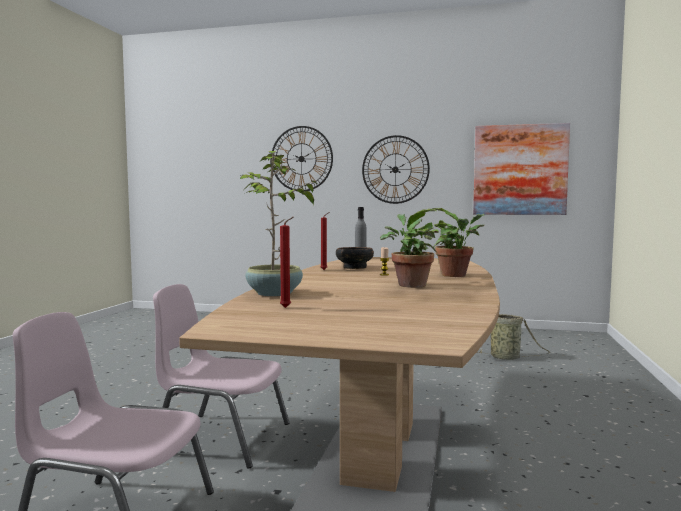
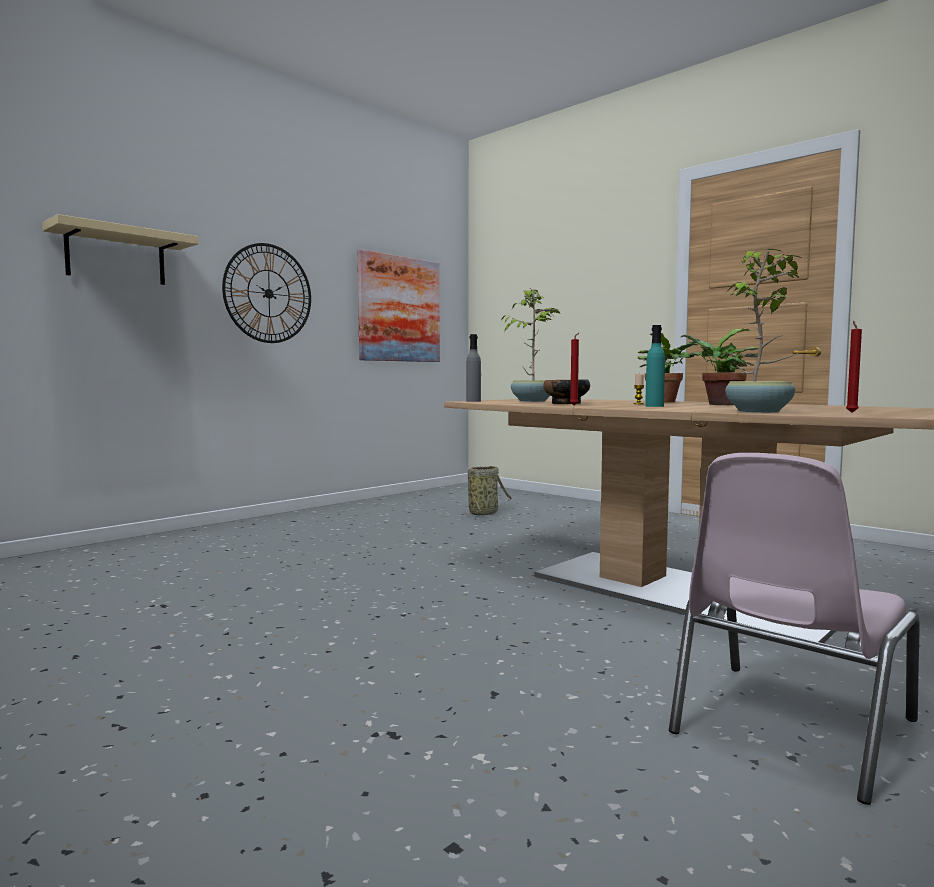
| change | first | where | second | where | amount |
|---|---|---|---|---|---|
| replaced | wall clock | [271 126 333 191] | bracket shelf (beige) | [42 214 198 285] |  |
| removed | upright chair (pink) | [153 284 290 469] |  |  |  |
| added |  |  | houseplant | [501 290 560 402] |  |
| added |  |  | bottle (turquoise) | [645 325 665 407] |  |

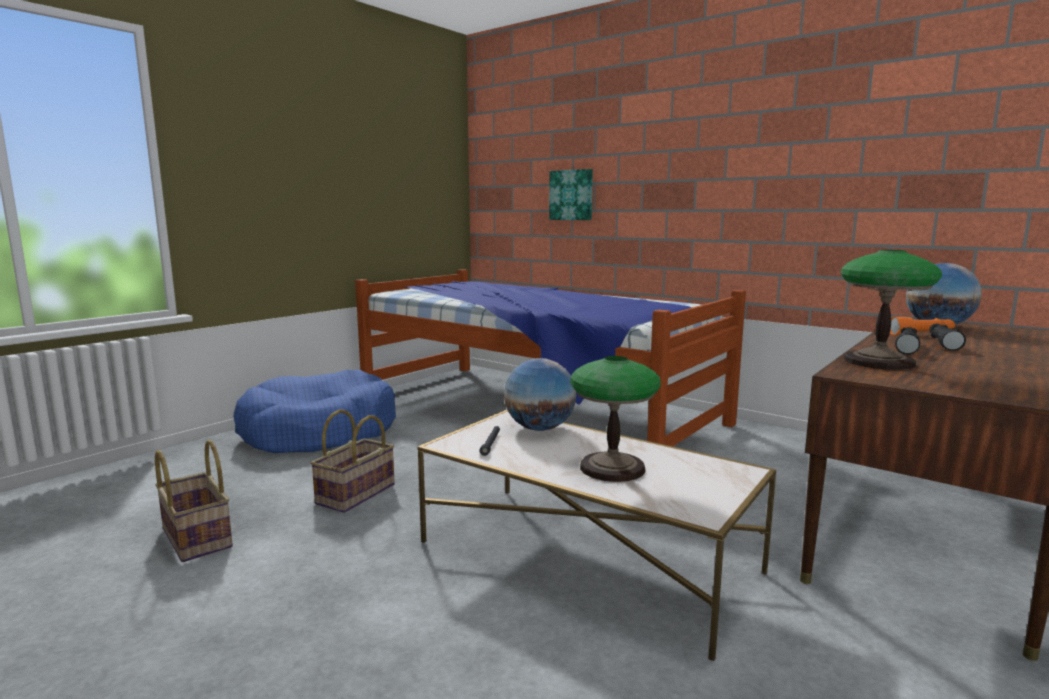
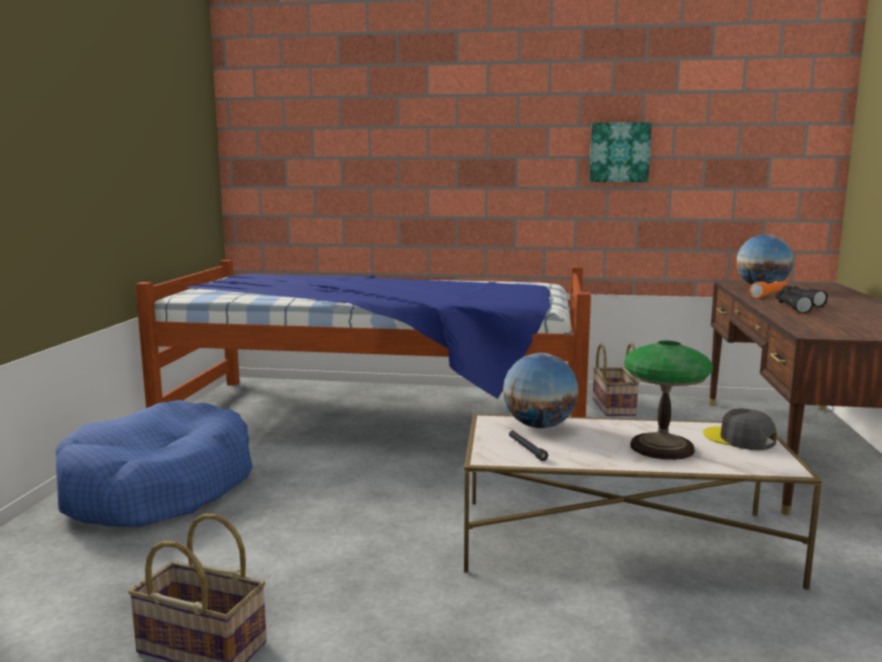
| change | first | where | second | where | amount |
|---|---|---|---|---|---|
| moved | wall art | [549 169 593 220] |  | [589 122 652 182] |  |
| removed | table lamp | [841 250 942 370] |  |  |  |
| moved | storage basket | [310 409 395 513] |  | [593 343 639 416] |  |
| added |  |  | cap (grey) | [703 408 777 450] |  |

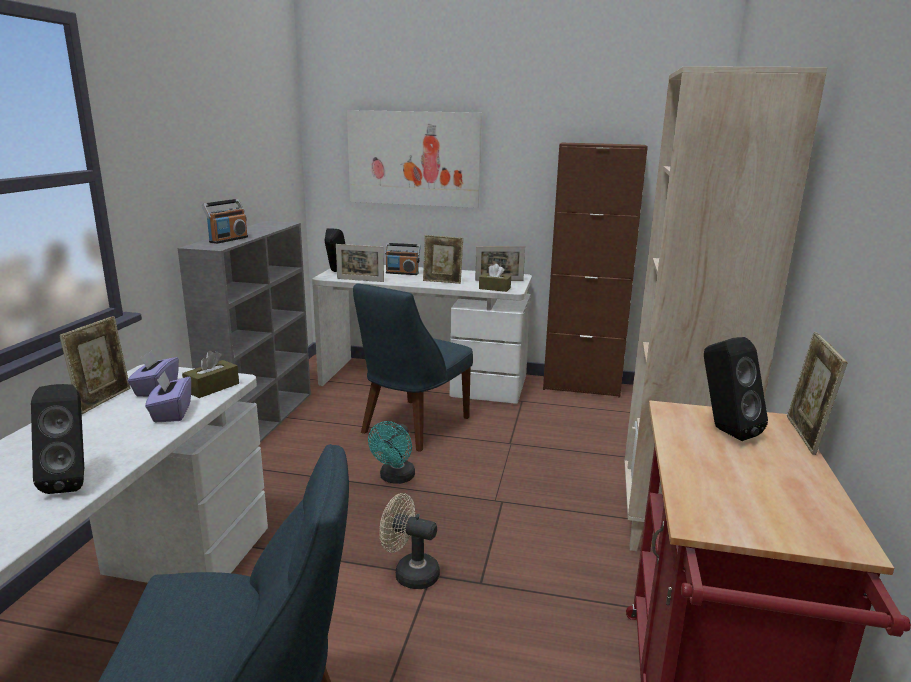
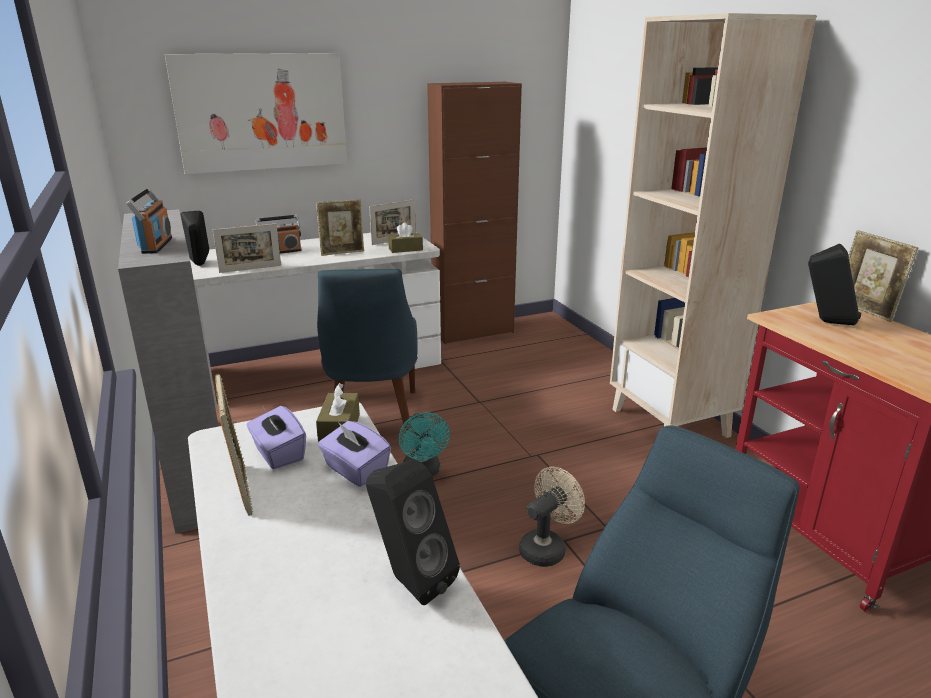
| change | first | where | second | where | amount |
|---|---|---|---|---|---|
| turned | fan (beige) | [380 493 440 589] |  | [519 467 585 567] | 150 degrees clockwise |

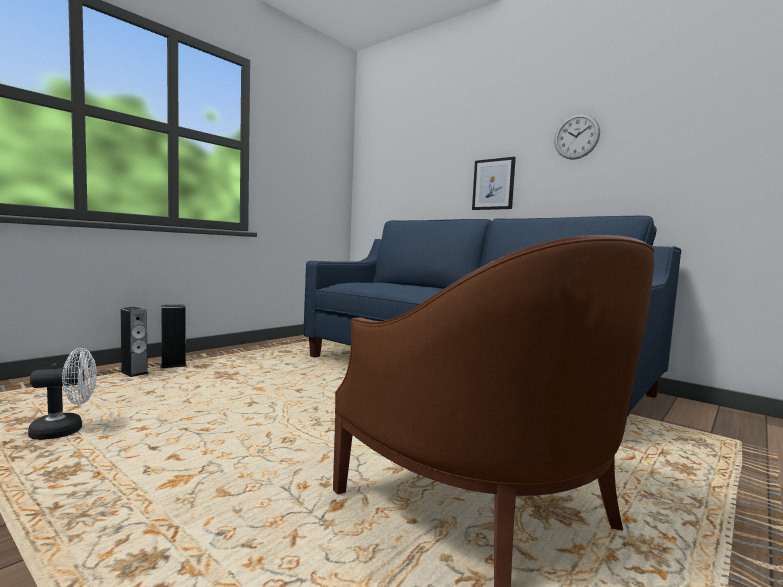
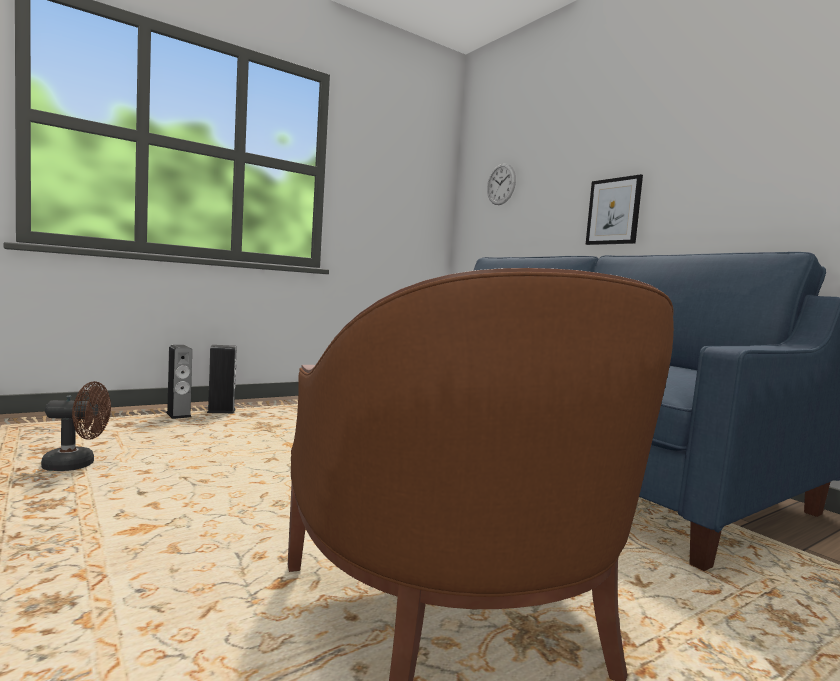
| change | first | where | second | where | amount |
|---|---|---|---|---|---|
| moved | wall clock | [554 114 600 160] |  | [487 163 516 205] |  |
| recoloured | fan (white) | [28 348 97 440] | fan (brownish) | [41 381 111 471] |  |

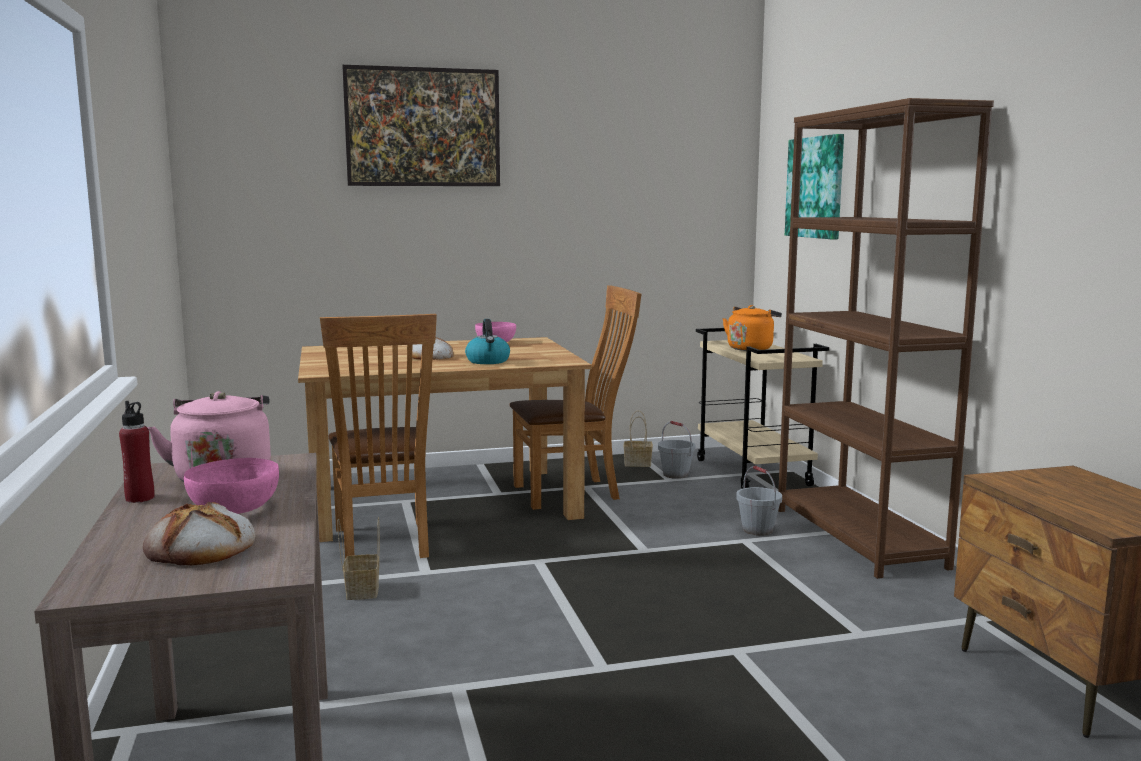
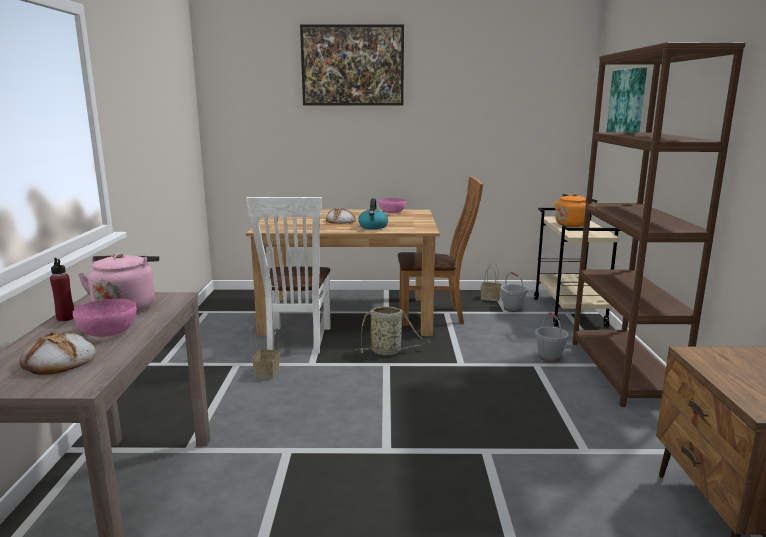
| change | first | where | second | where | amount |
|---|---|---|---|---|---|
| recoloured | upright chair (brownish) | [320 314 437 559] | upright chair (white) | [246 197 331 354] |  |
| added |  |  | storage basket | [355 306 430 355] |  |

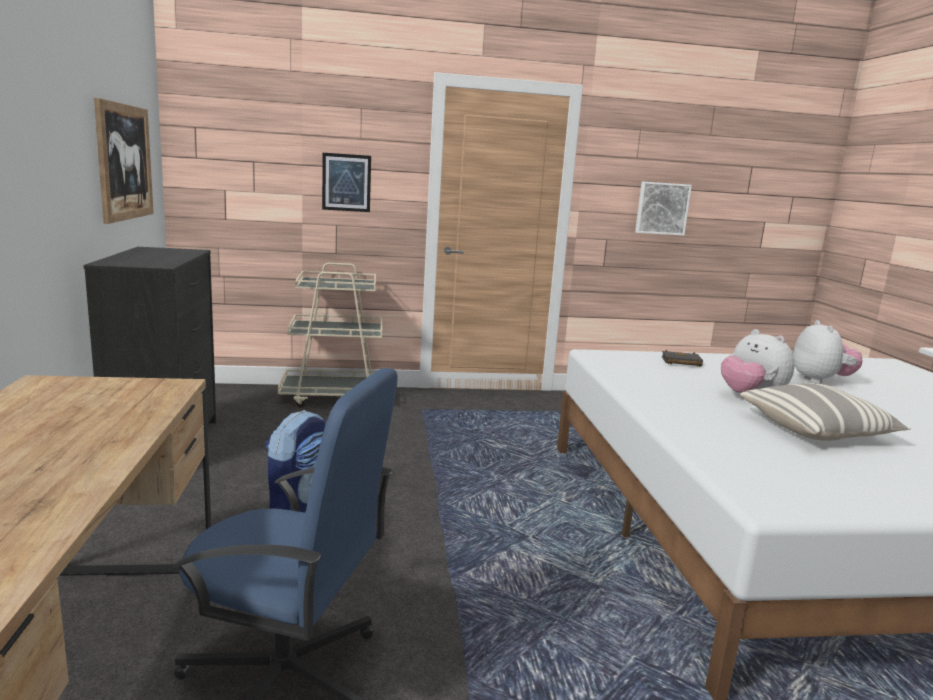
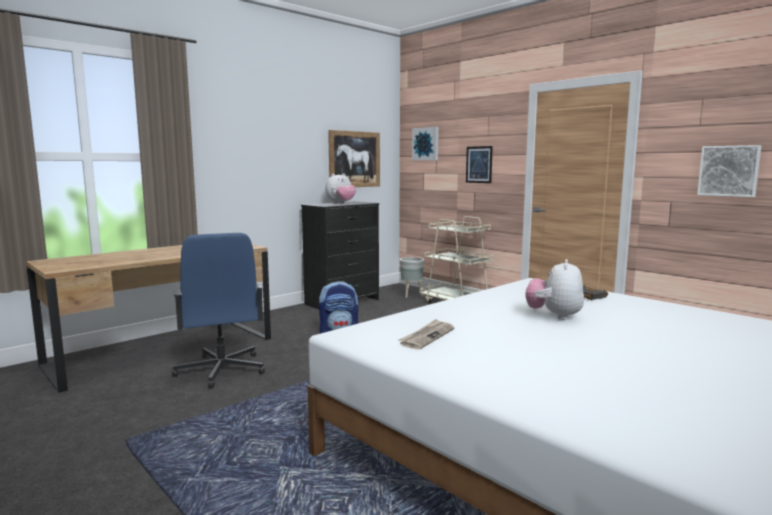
| change | first | where | second | where | amount |
|---|---|---|---|---|---|
| moved | cuddly toy | [793 320 862 384] |  | [325 173 356 204] |  |
| removed | throw pillow | [740 383 911 441] |  |  |  |
| added |  |  | wall art | [412 127 439 160] |  |
| added |  |  | planter (grey) | [400 257 424 298] |  |
| added |  |  | daily paper | [398 319 455 350] |  |

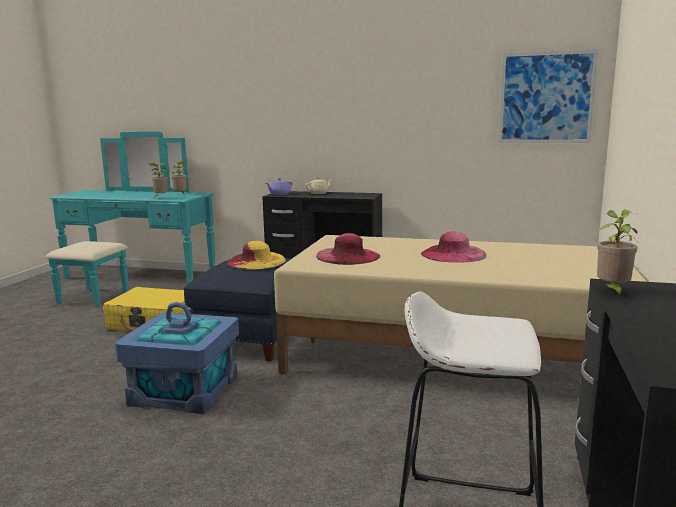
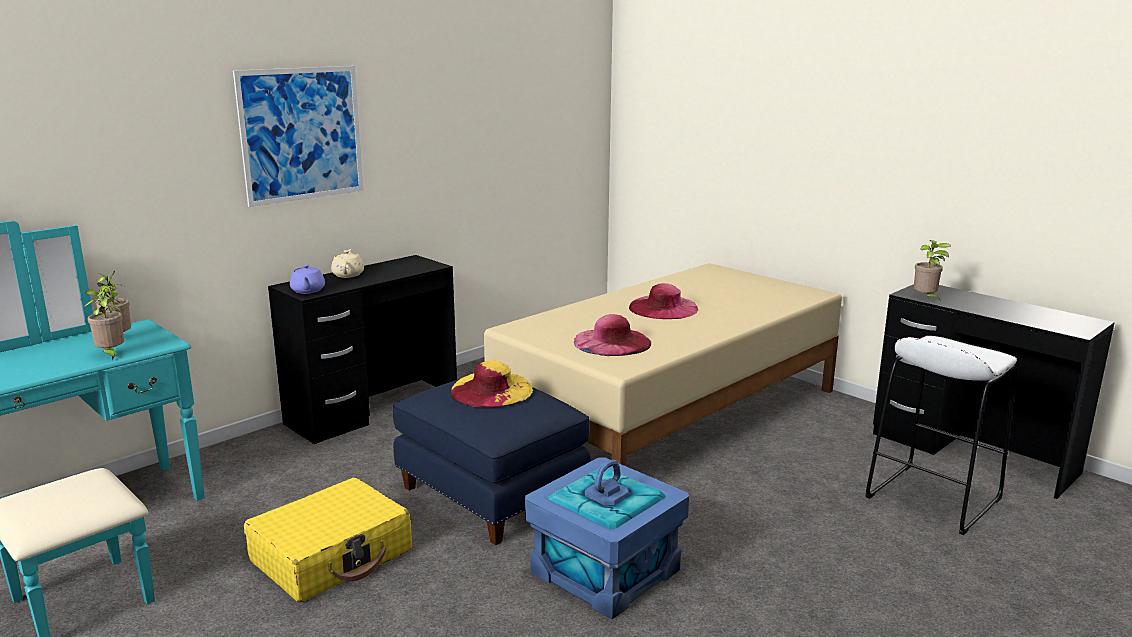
| change | first | where | second | where | amount |
|---|---|---|---|---|---|
| moved | wall art | [498 49 599 143] |  | [233 66 363 207] |  |

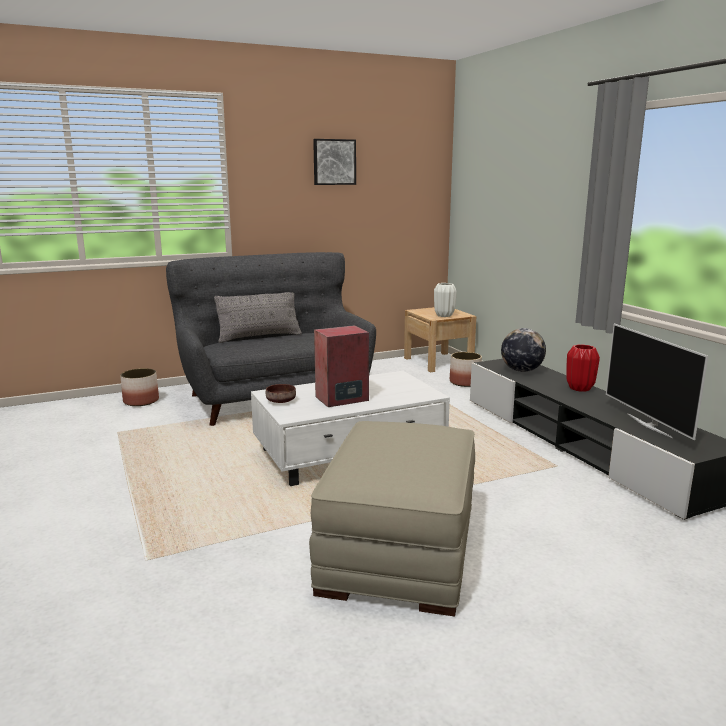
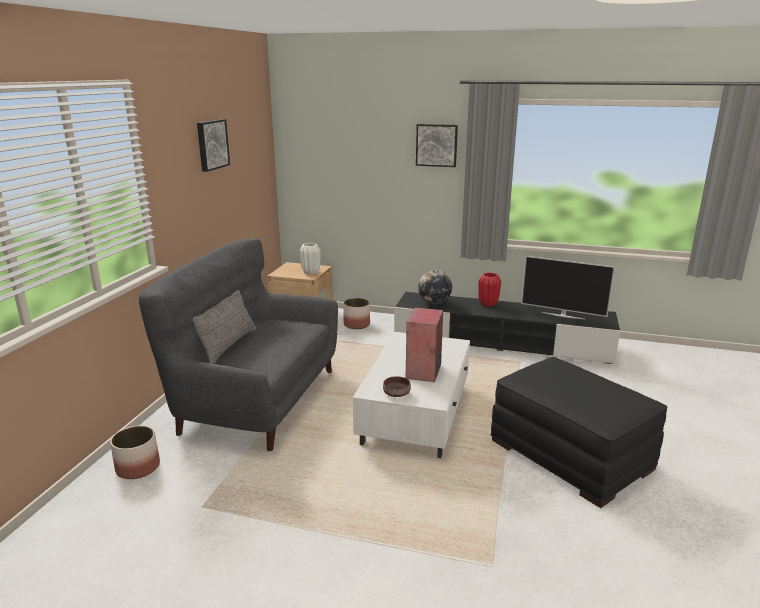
| change | first | where | second | where | amount |
|---|---|---|---|---|---|
| recoloured | pouffe (beige) | [309 421 475 617] | pouffe (black-coloured) | [491 357 667 508] |  |
| added |  |  | wall art | [416 124 458 167] |  |

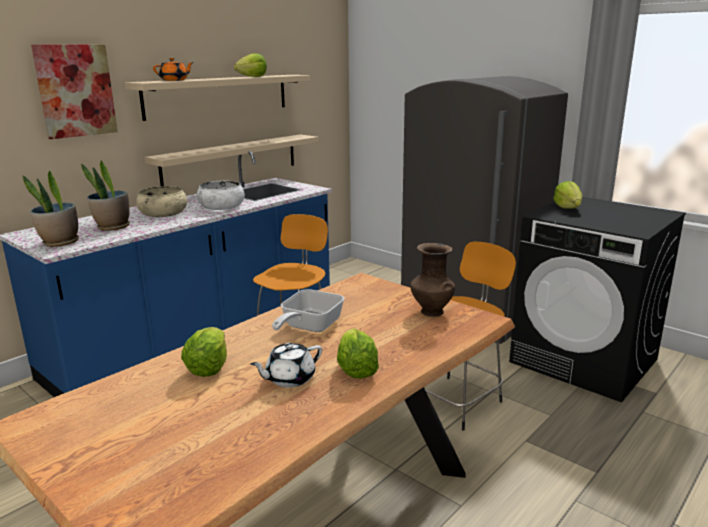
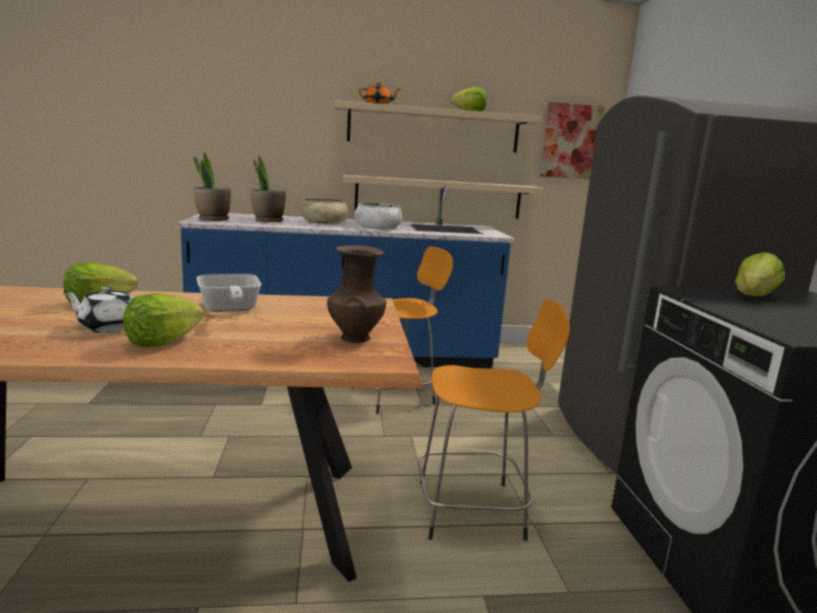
| change | first | where | second | where | amount |
|---|---|---|---|---|---|
| moved | wall art | [31 45 118 139] |  | [540 102 605 179] |  |
| turned | pan | [272 289 345 332] |  | [197 274 262 312] | 90 degrees counterclockwise |

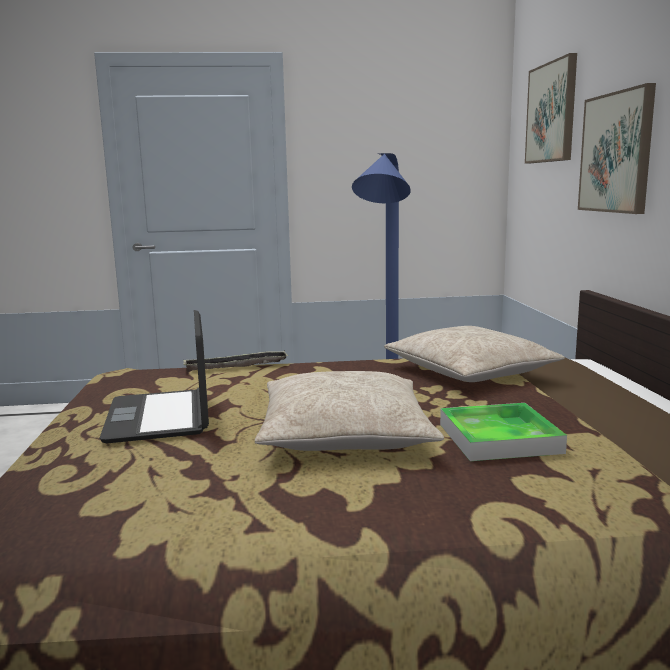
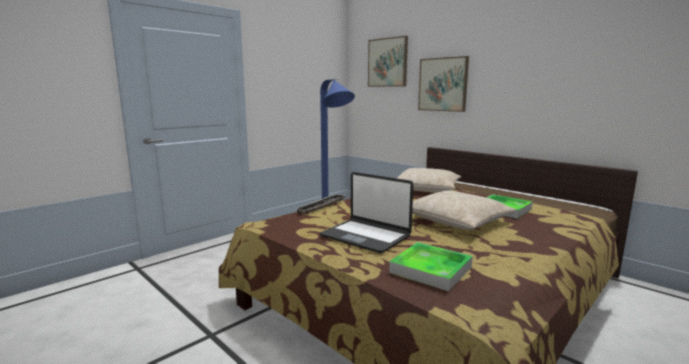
| change | first | where | second | where | amount |
|---|---|---|---|---|---|
| added |  |  | serving tray | [389 242 473 291] |  |

